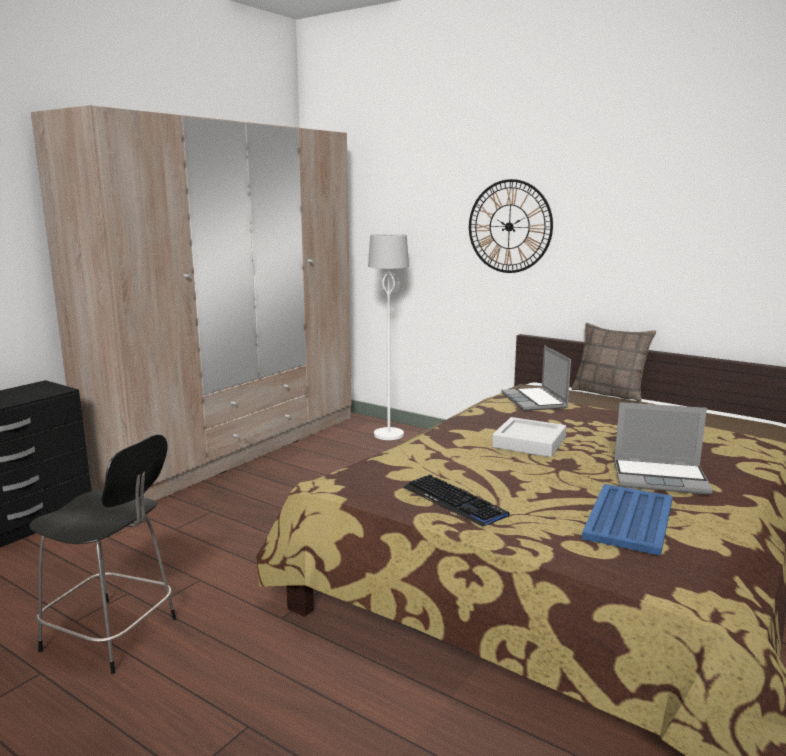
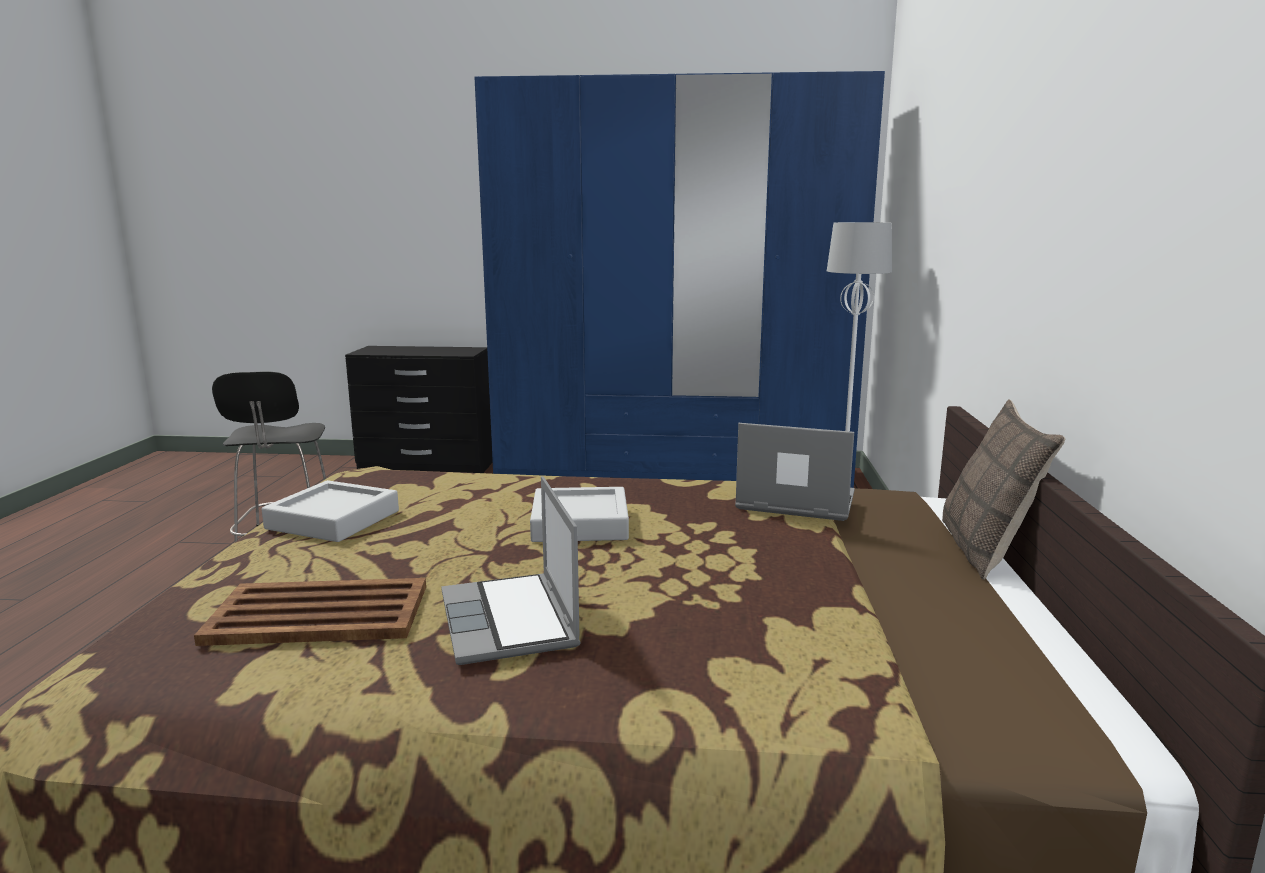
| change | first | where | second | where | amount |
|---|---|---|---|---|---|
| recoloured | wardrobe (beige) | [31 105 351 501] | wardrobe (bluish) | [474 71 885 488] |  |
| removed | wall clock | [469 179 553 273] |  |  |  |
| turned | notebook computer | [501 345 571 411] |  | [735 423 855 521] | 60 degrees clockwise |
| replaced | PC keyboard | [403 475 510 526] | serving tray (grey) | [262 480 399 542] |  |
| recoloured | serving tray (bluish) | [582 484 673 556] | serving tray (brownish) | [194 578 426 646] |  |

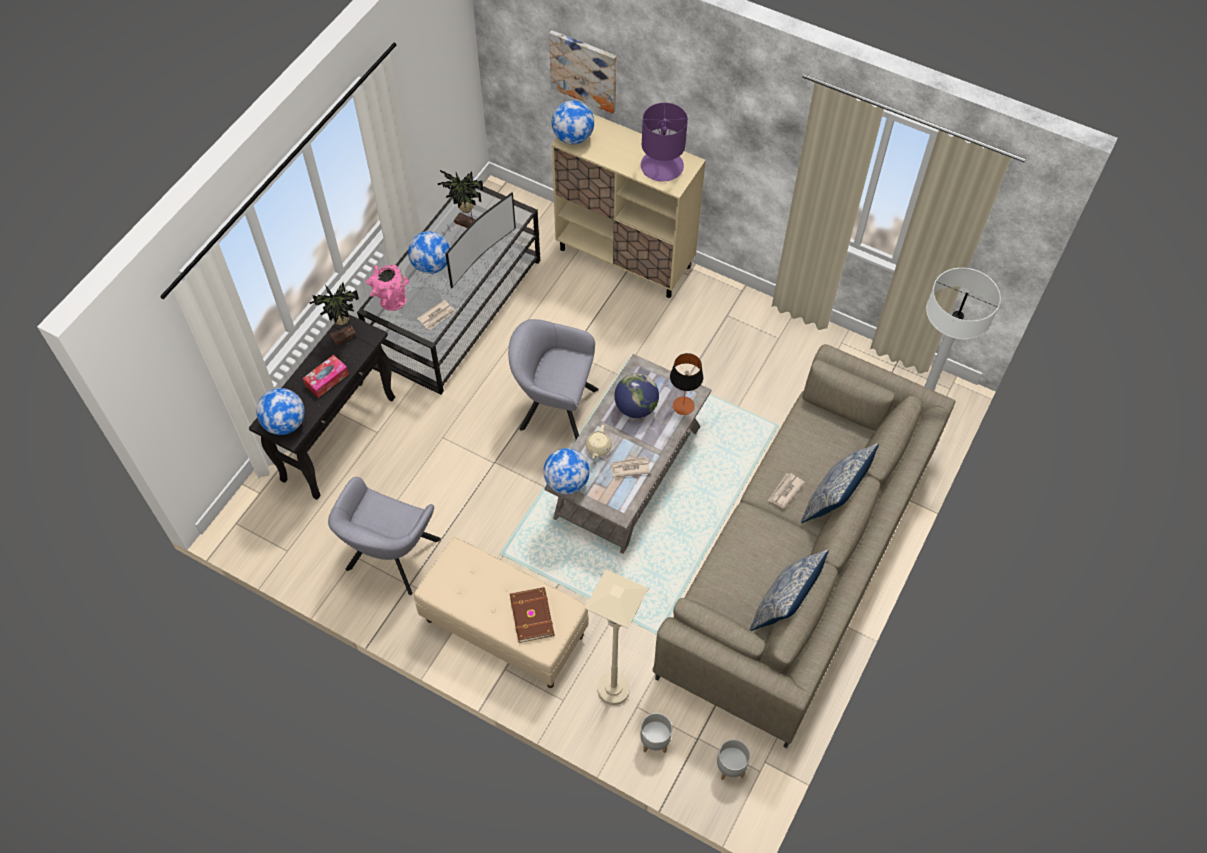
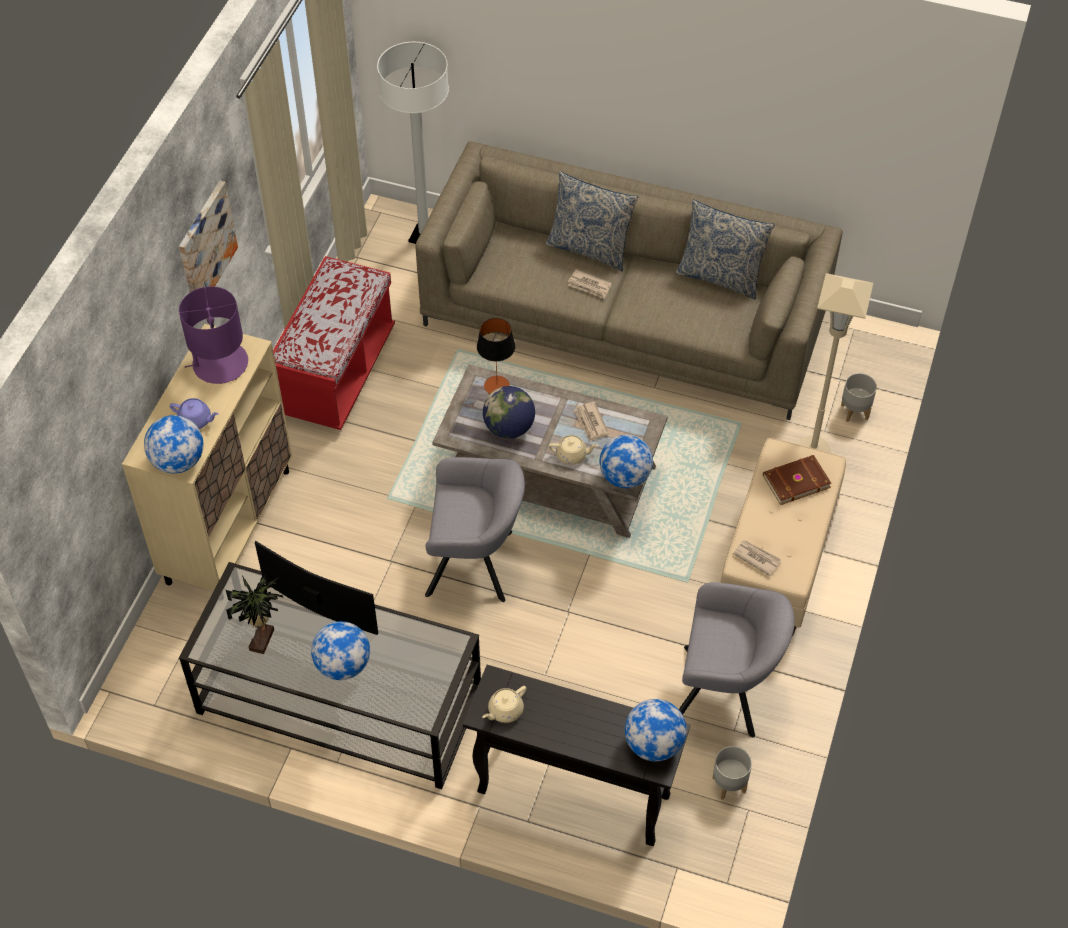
| change | first | where | second | where | amount |
|---|---|---|---|---|---|
| moved | wall art | [549 30 616 113] |  | [179 181 238 292] |  |
| removed | vase (pink) | [366 264 409 311] |  |  |  |
| replaced | houseplant | [309 283 359 345] | teapot (beige) | [482 686 527 723] |  |
| moved | daily paper | [417 300 456 330] |  | [733 540 782 576] |  |
| turned | lounge chair (grey) | [508 319 599 439] |  | [425 457 525 602] | 90 degrees counterclockwise |
| removed | tissue box | [303 355 349 398] |  |  |  |
| moved | planter (grey) | [717 739 750 780] |  | [712 746 752 800] |  |
| added |  |  | bench (red-coloured) | [273 256 395 430] |  |
| added |  |  | teapot (purplish) | [170 398 219 429] |  |

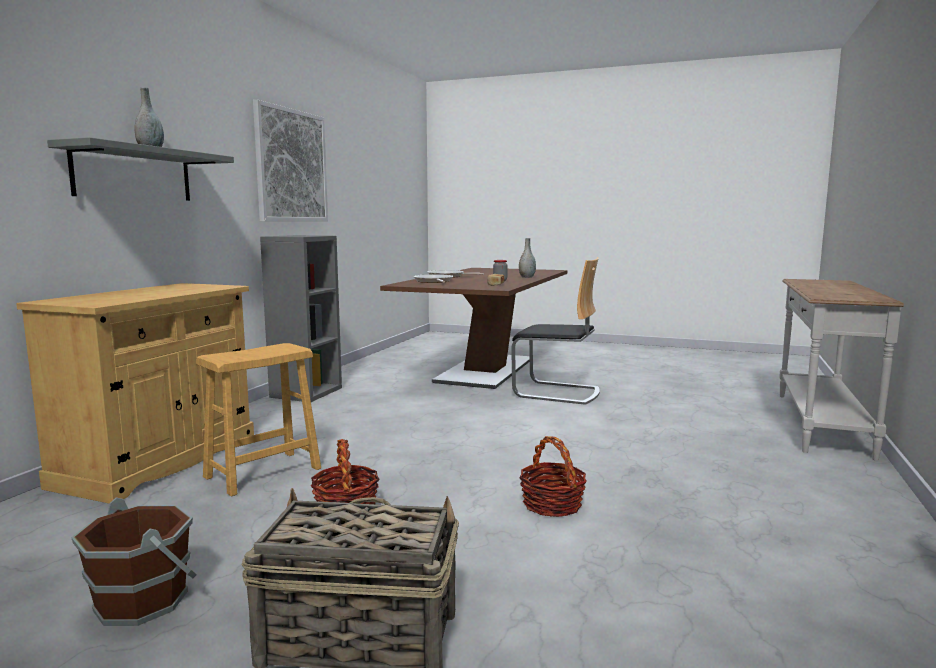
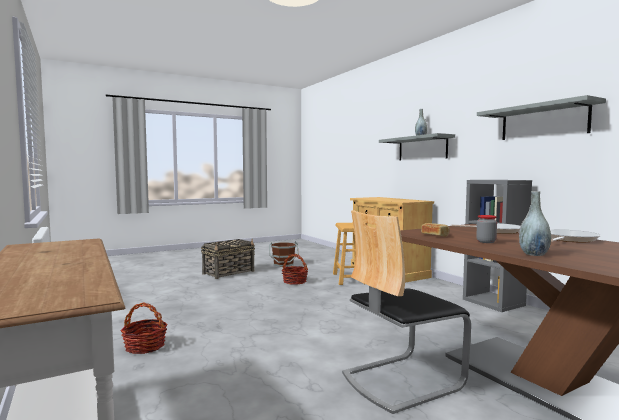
| change | first | where | second | where | amount |
|---|---|---|---|---|---|
| replaced | wall art | [253 100 328 221] | bracket shelf (grey) | [477 95 606 140] |  |
| moved | storage basket | [520 436 586 517] |  | [121 302 168 354] |  |

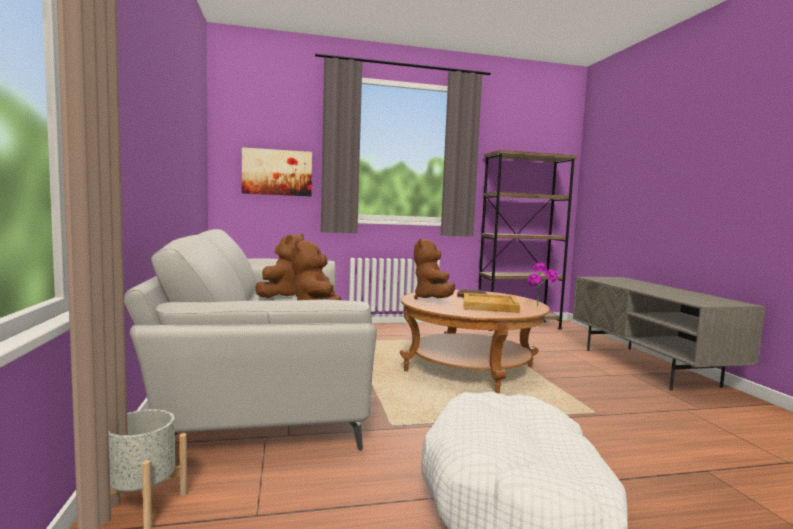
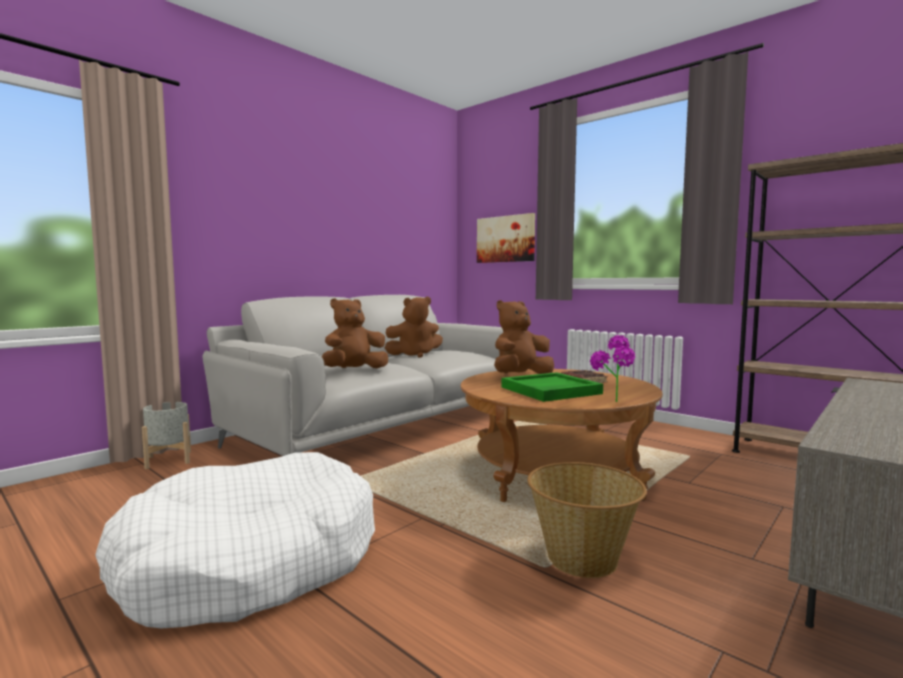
| change | first | where | second | where | amount |
|---|---|---|---|---|---|
| recoloured | serving tray (beige) | [463 293 520 313] | serving tray (greenish) | [501 372 603 402] |  |
| added |  |  | storage basket | [527 462 647 578] |  |

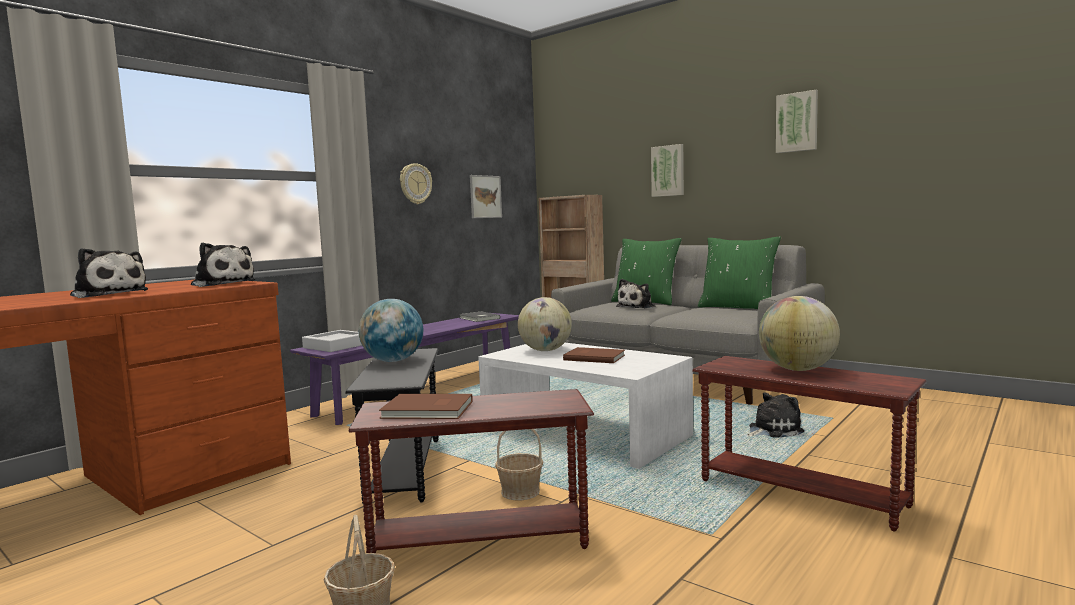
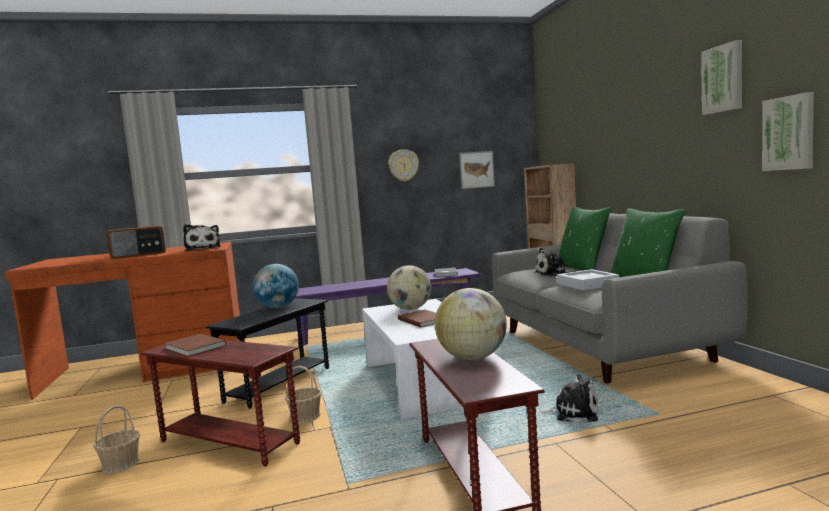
| change | first | where | second | where | amount |
|---|---|---|---|---|---|
| moved | wall art | [651 144 684 197] |  | [762 92 814 171] |  |
| replaced | cuddly toy | [70 248 148 298] | radio set | [106 226 166 259] |  |
| moved | serving tray (grey) | [302 330 362 352] |  | [557 269 619 291] |  |

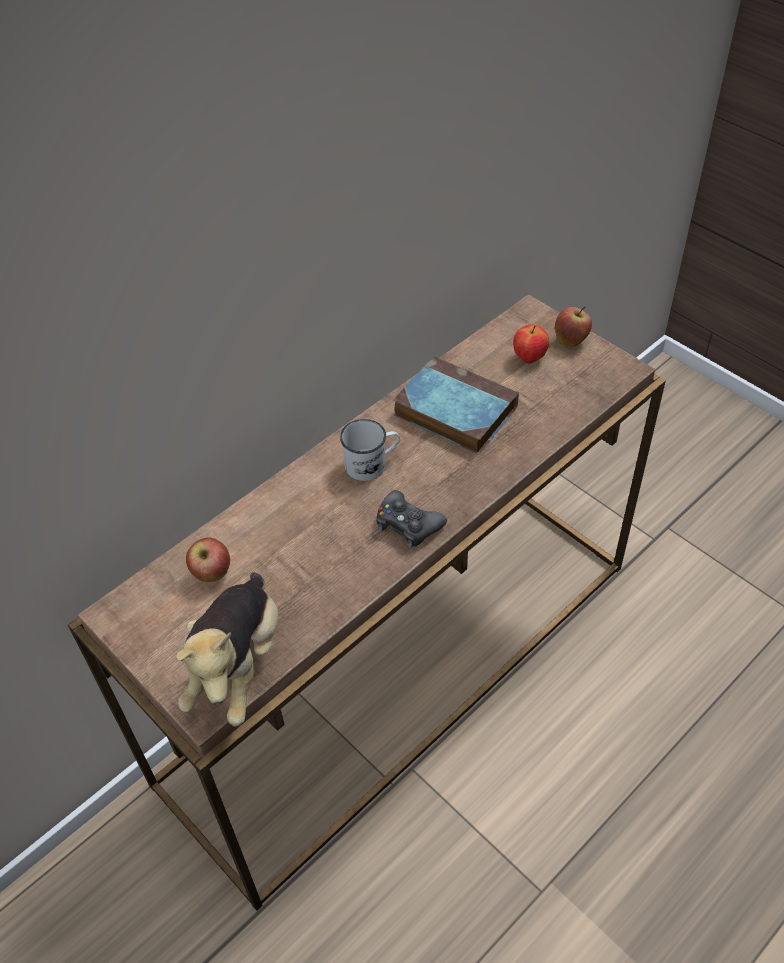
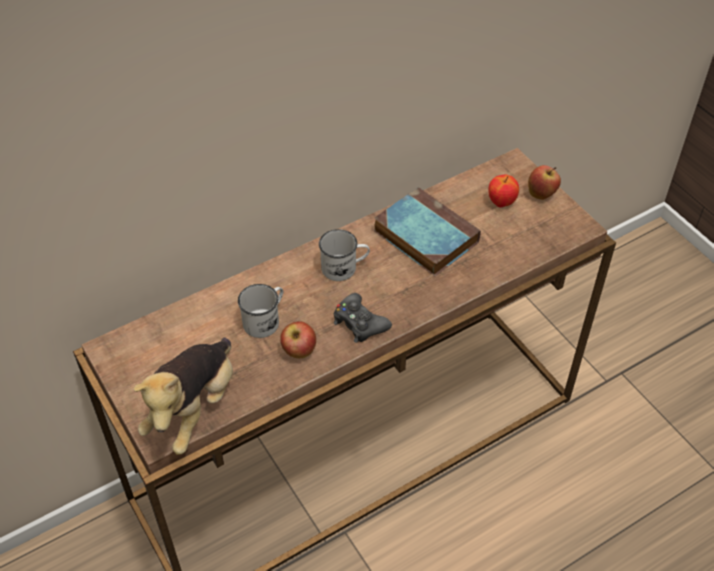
| change | first | where | second | where | amount |
|---|---|---|---|---|---|
| moved | apple fruit | [186 538 230 582] |  | [280 321 316 358] |  |
| added |  |  | coffee mug (white) | [238 284 283 338] |  |

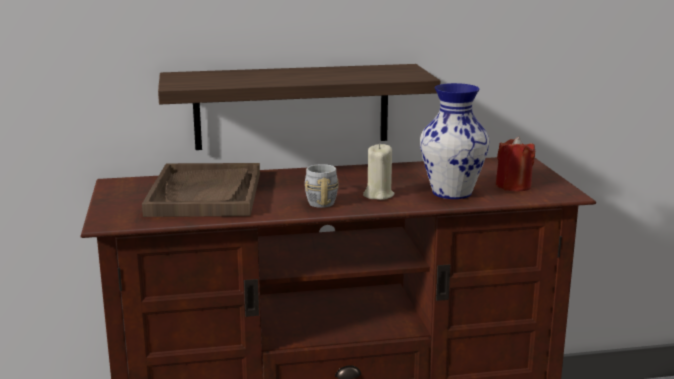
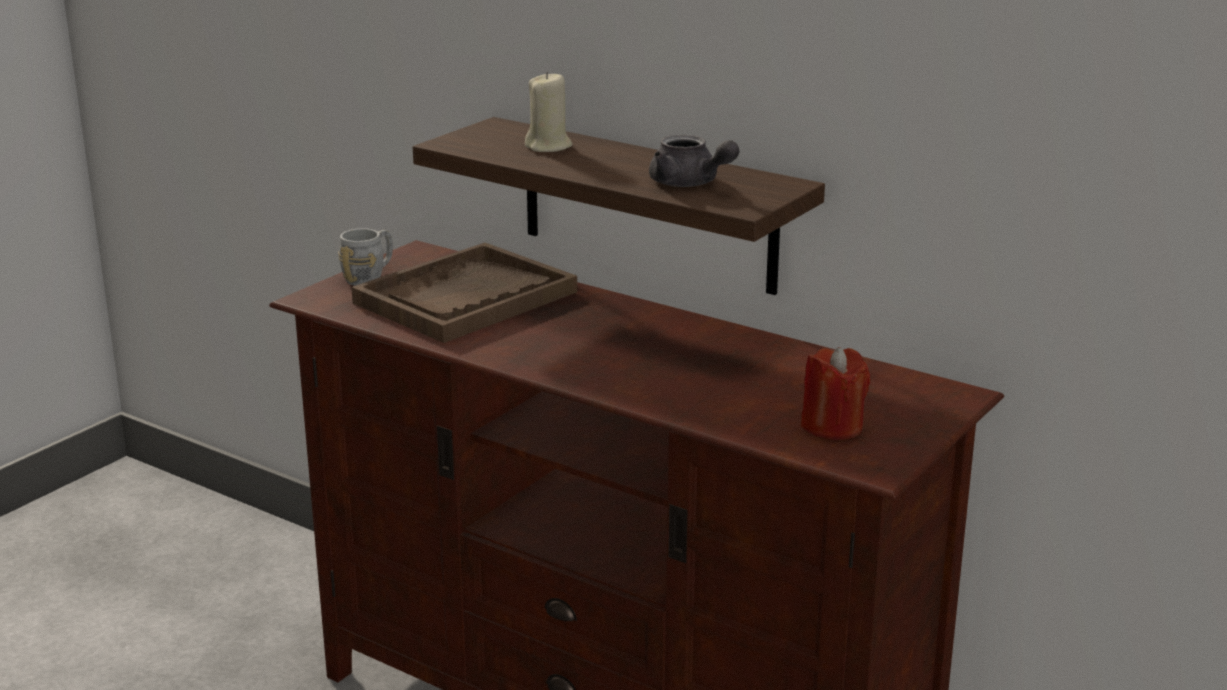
| change | first | where | second | where | amount |
|---|---|---|---|---|---|
| removed | vase | [420 83 490 199] |  |  |  |
| moved | candle (beige) | [363 144 394 200] |  | [525 71 572 152] |  |
| moved | coffee mug (grey) | [305 164 339 208] |  | [338 228 393 286] |  |
| added |  |  | teapot (grey) | [649 135 739 187] |  |

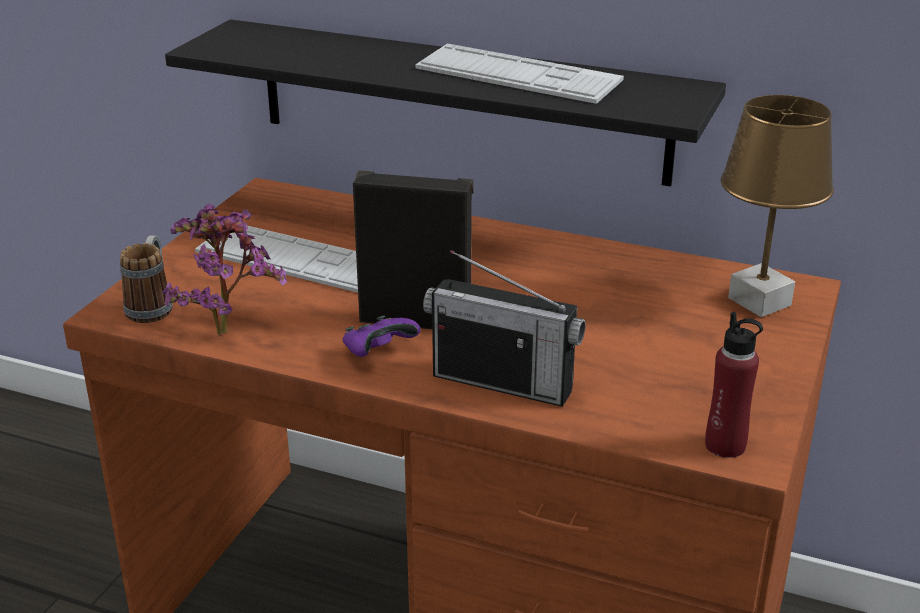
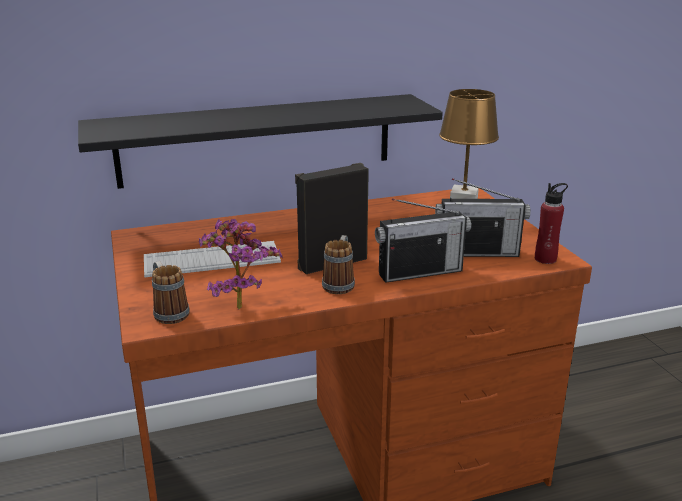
| change | first | where | second | where | amount |
|---|---|---|---|---|---|
| removed | PC keyboard | [415 44 624 104] |  |  |  |
| replaced | game controller (purplish) | [343 316 421 357] | coffee mug | [322 235 355 294] |  |
| added |  |  | radio set | [435 178 530 257] |  |

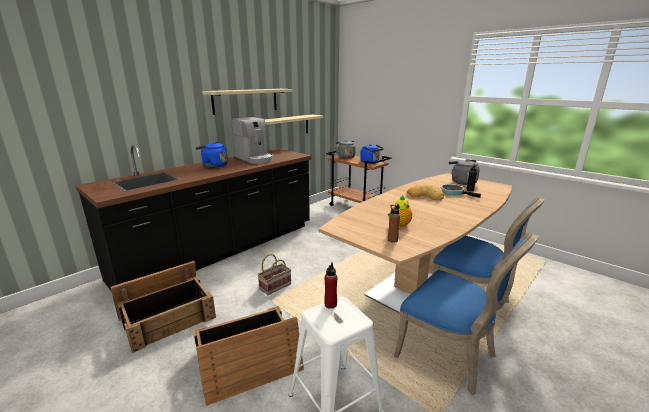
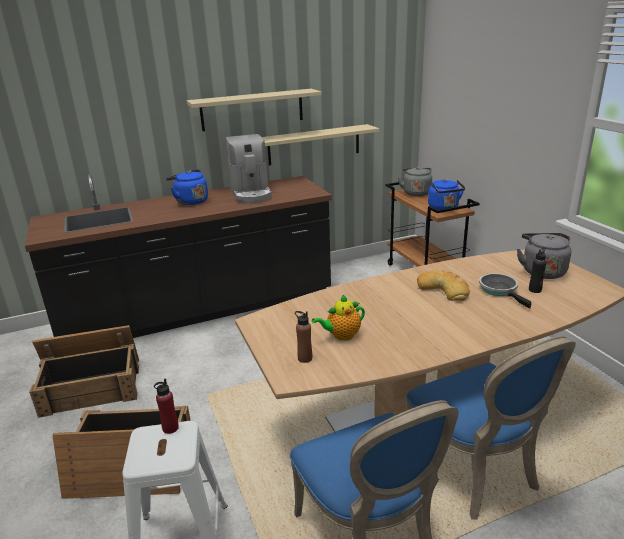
| change | first | where | second | where | amount |
|---|---|---|---|---|---|
| removed | storage basket | [257 254 291 295] |  |  |  |

